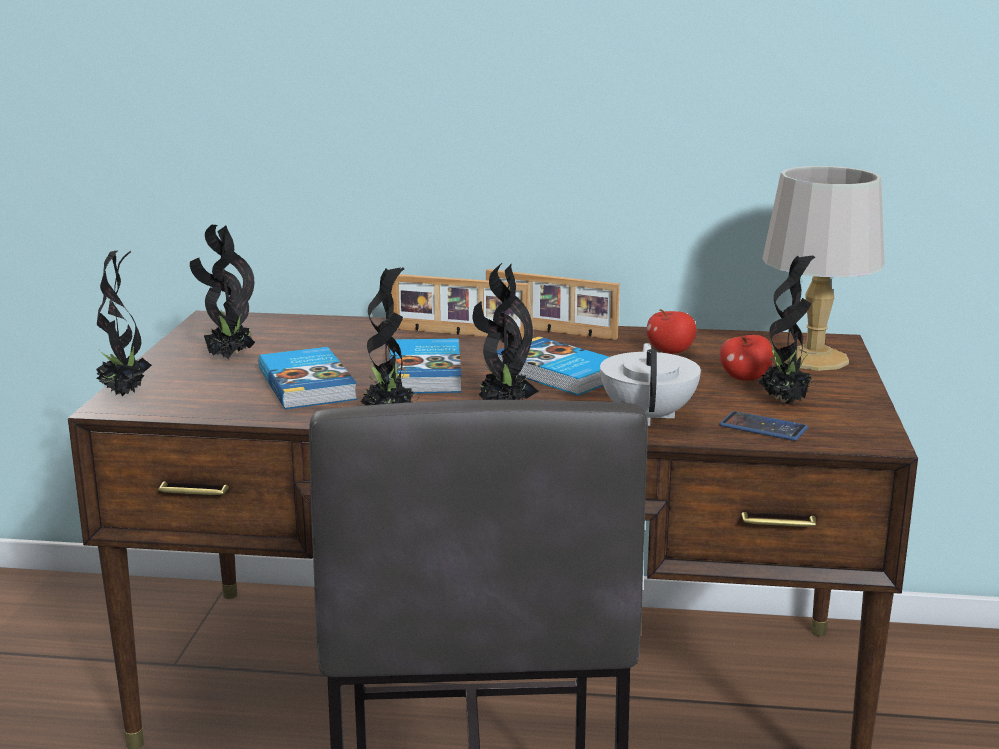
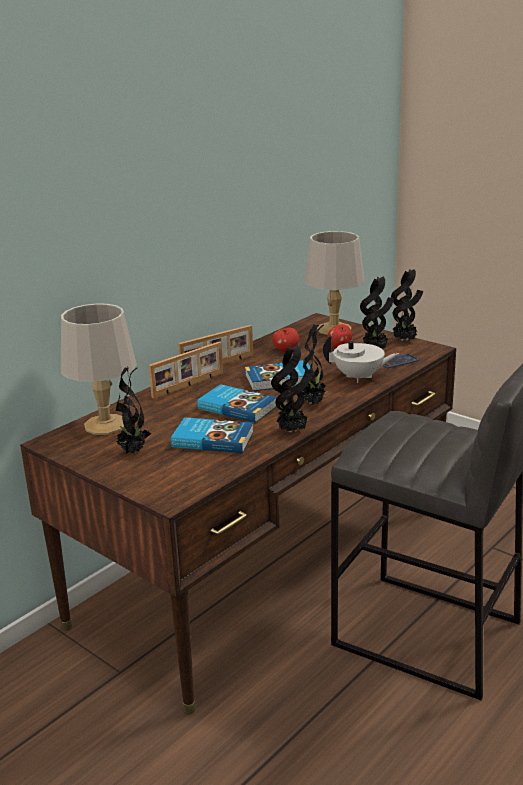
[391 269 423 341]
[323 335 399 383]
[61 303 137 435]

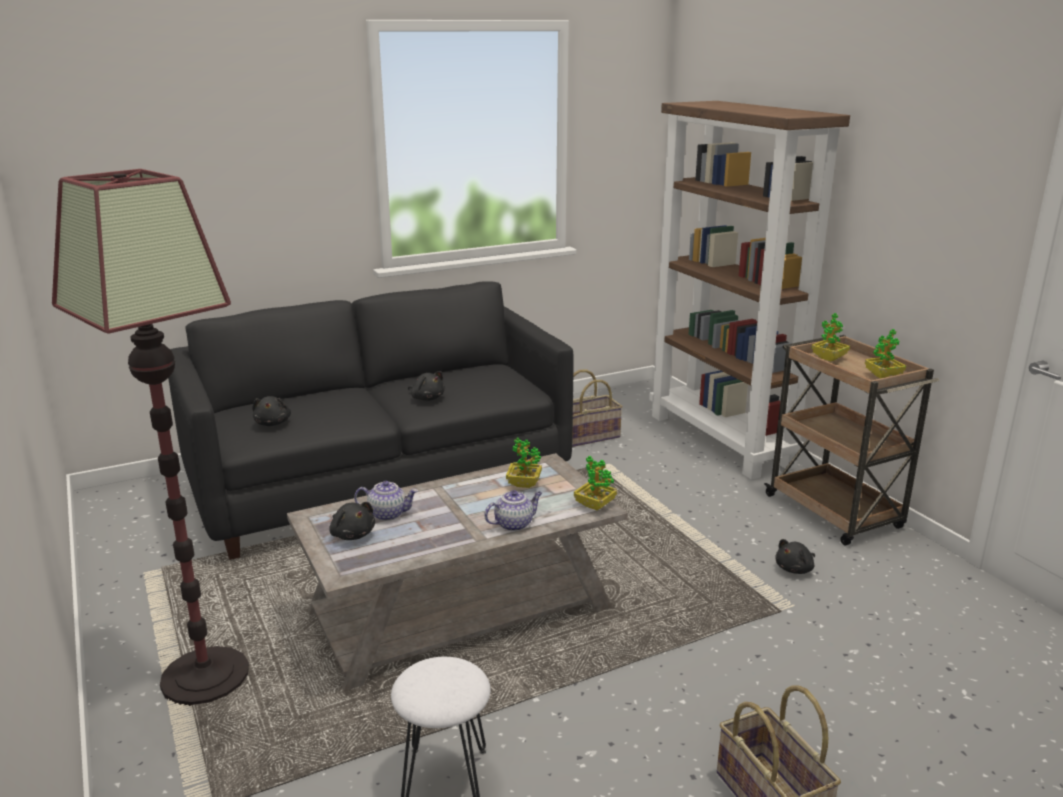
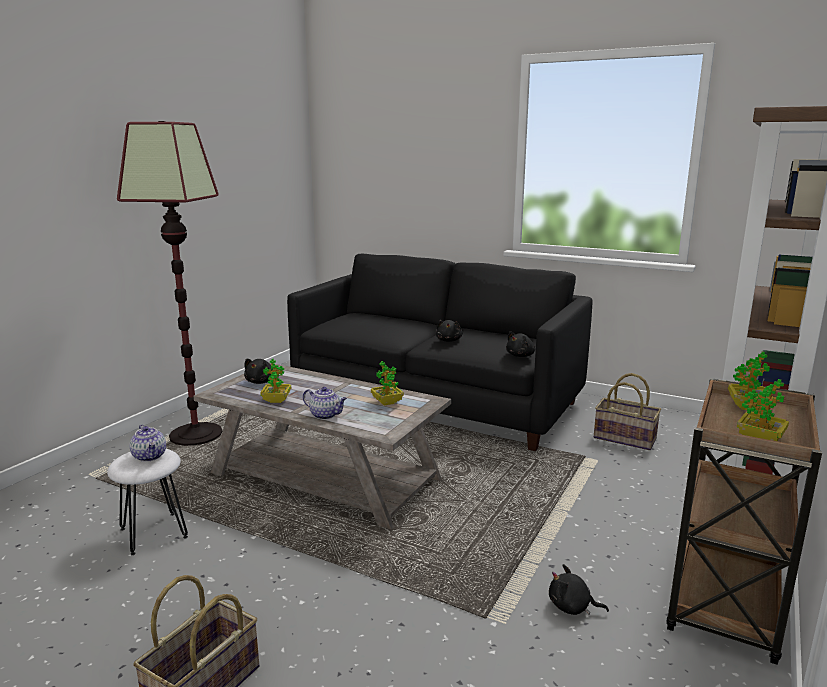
[506 331 535 357]
[130 425 166 462]
[260 359 291 403]

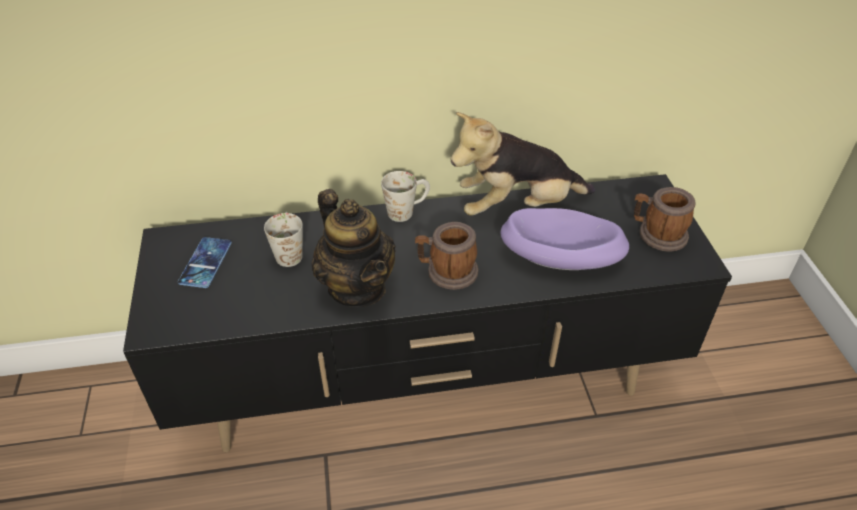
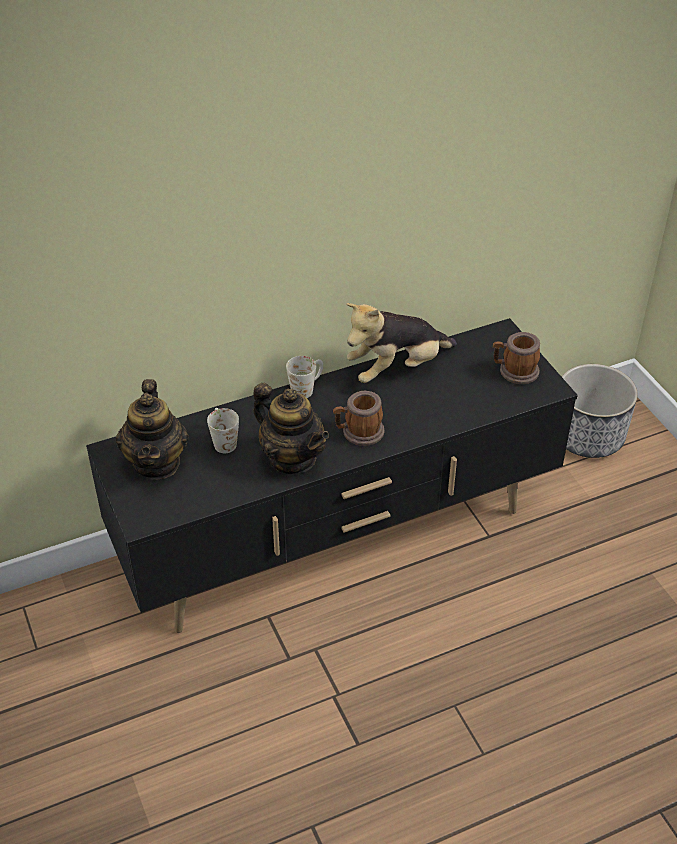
[116 379 189 480]
[501 208 629 270] (first image)
[562 364 638 458]

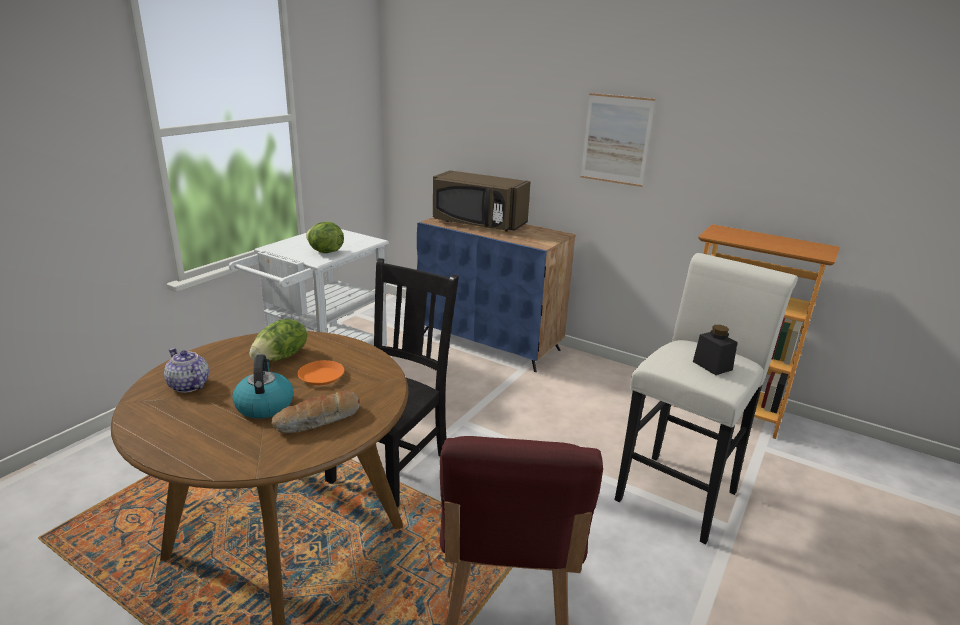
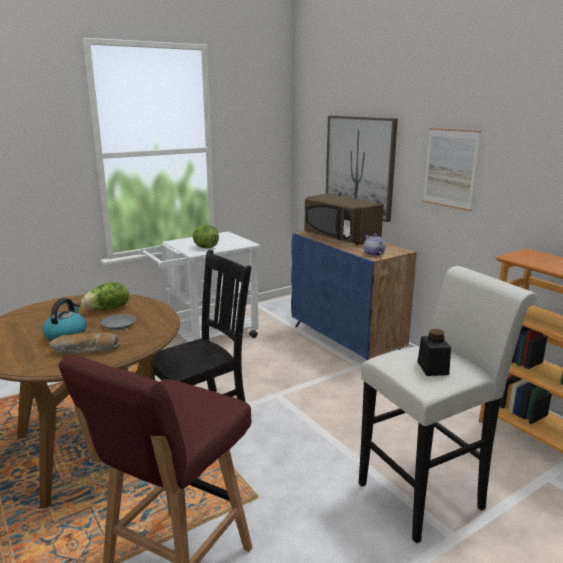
[364 234 385 256]
[101 314 136 330]
[326 116 398 222]

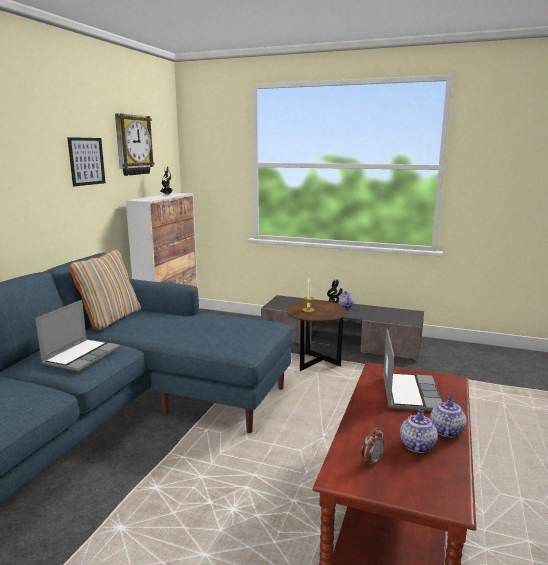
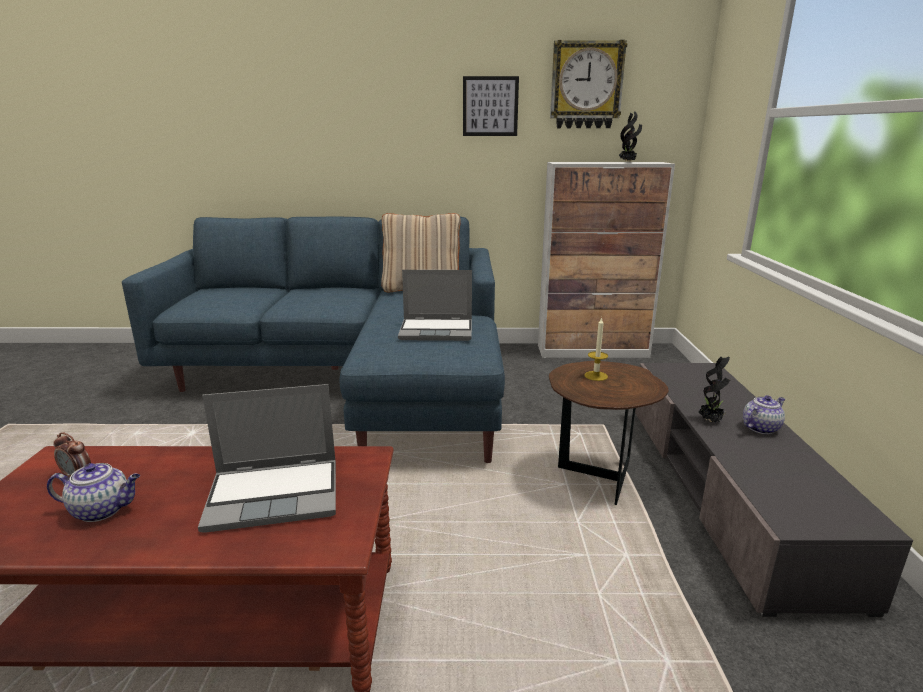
[398 270 472 341]
[430 396 466 437] (first image)

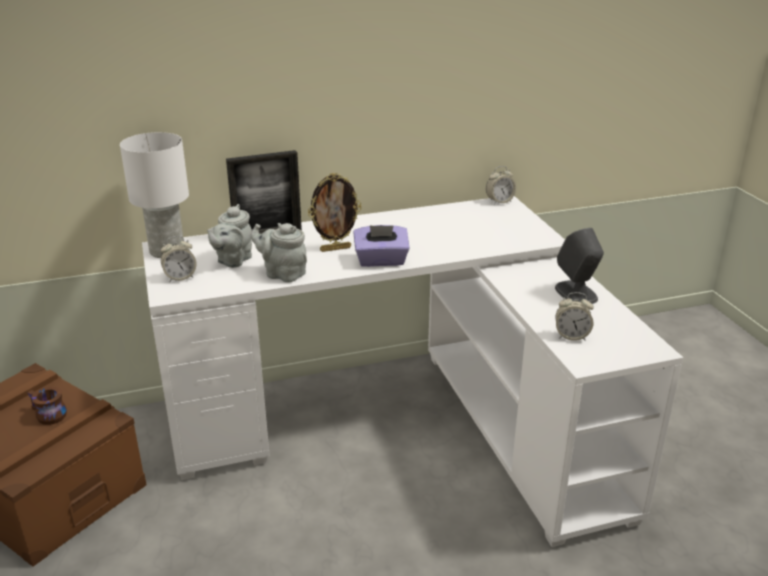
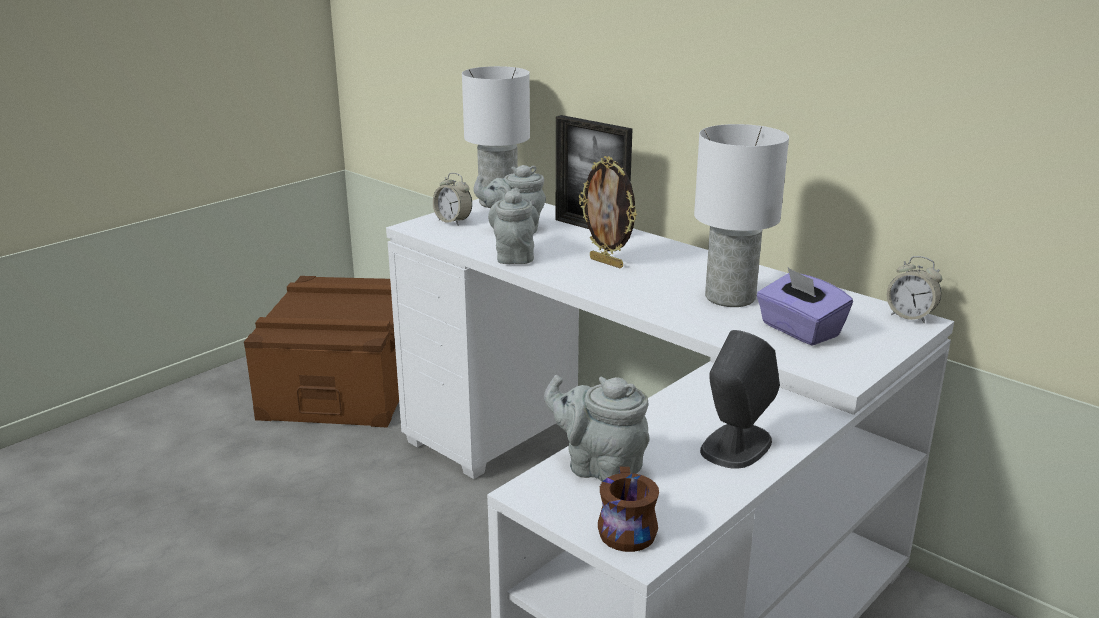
[598 467 659 552]
[756 268 853 346]
[544 375 650 482]
[694 124 789 307]

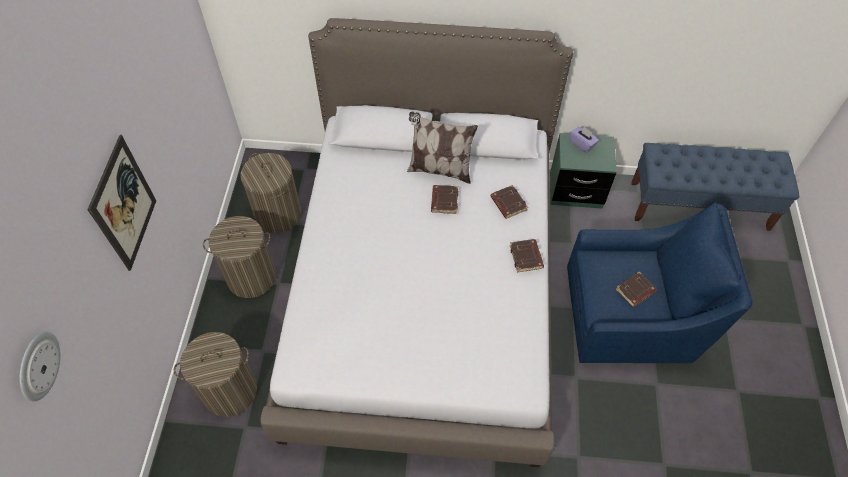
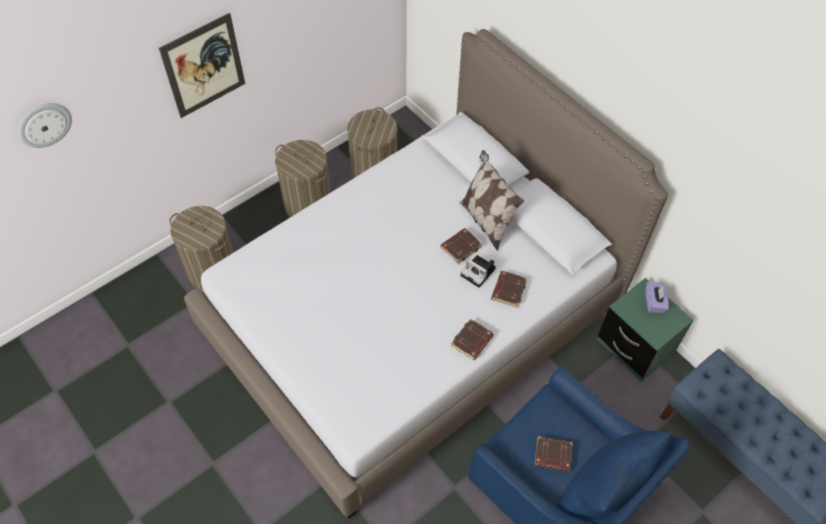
[461 255 496 288]

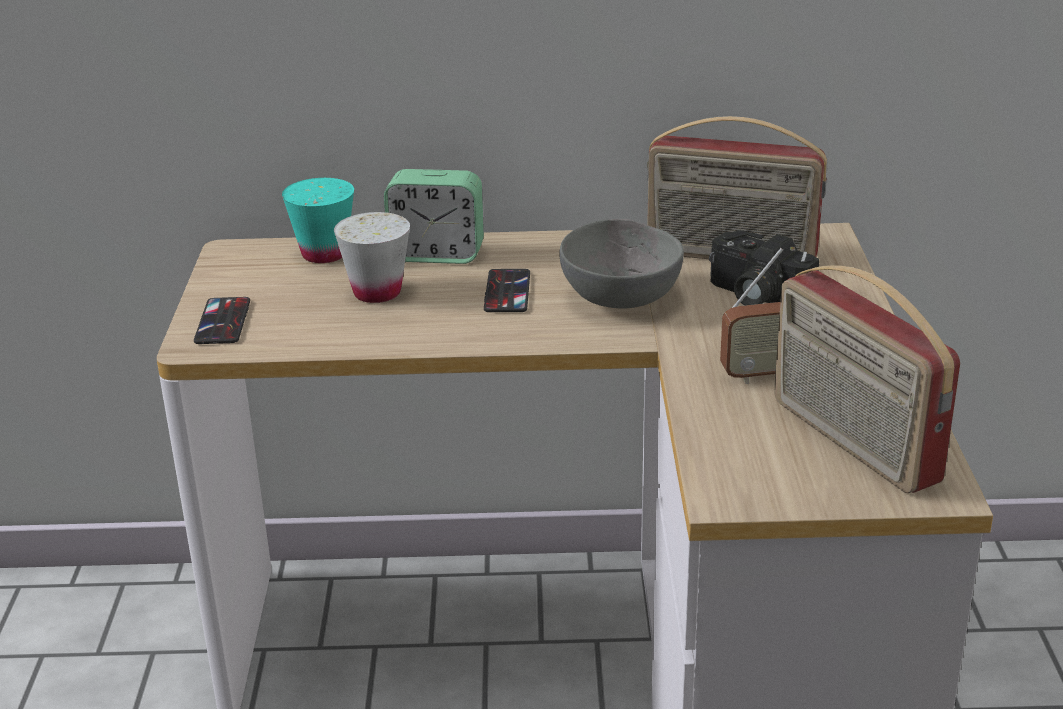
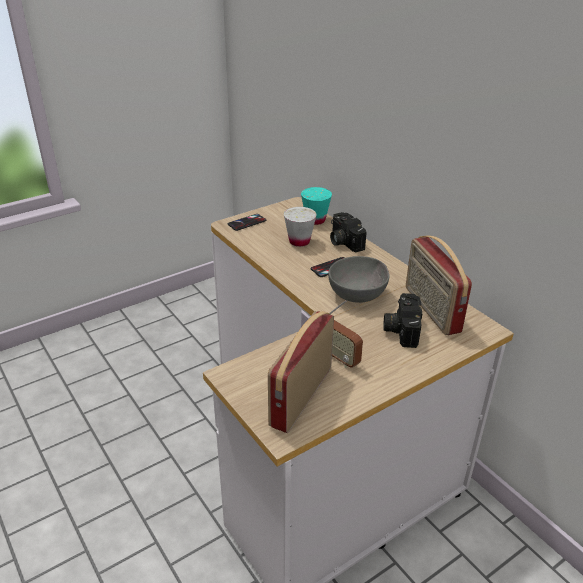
[330 212 366 252]

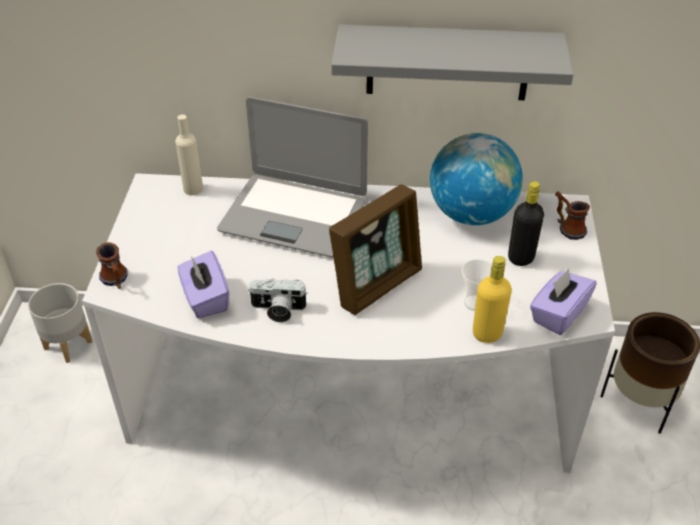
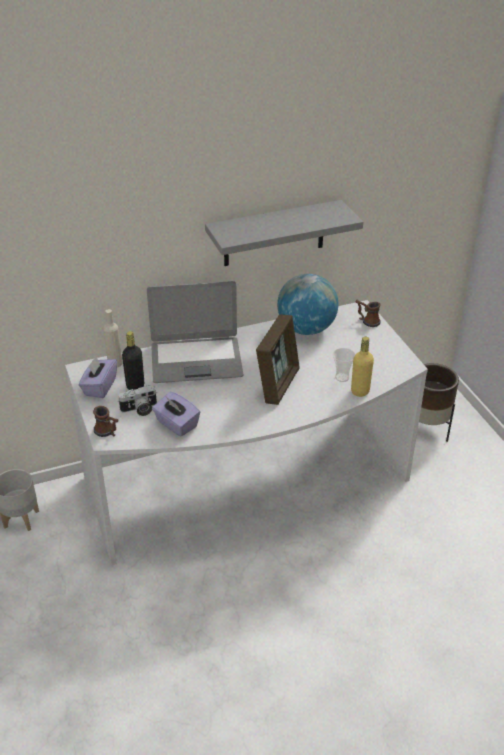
[118 385 157 416]
[122 331 144 390]
[79 356 117 398]

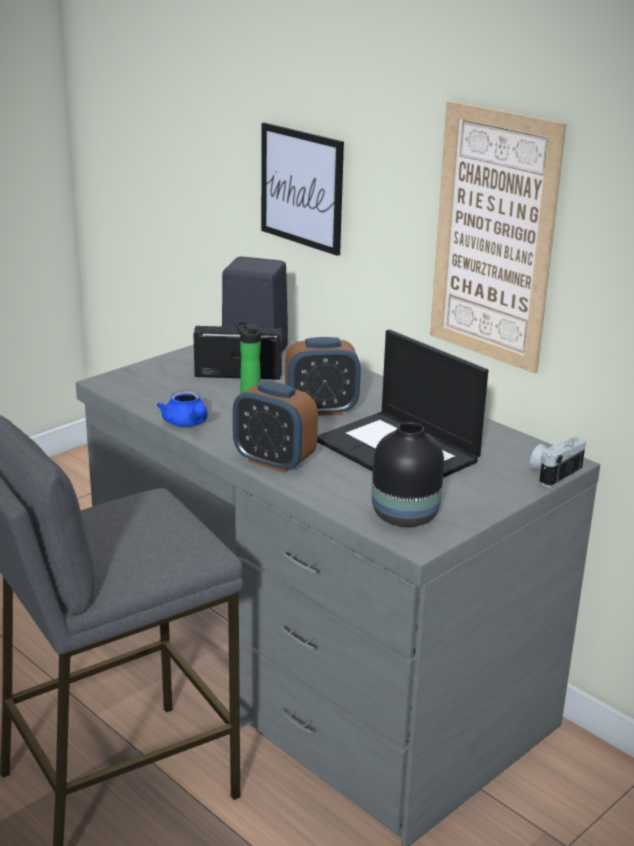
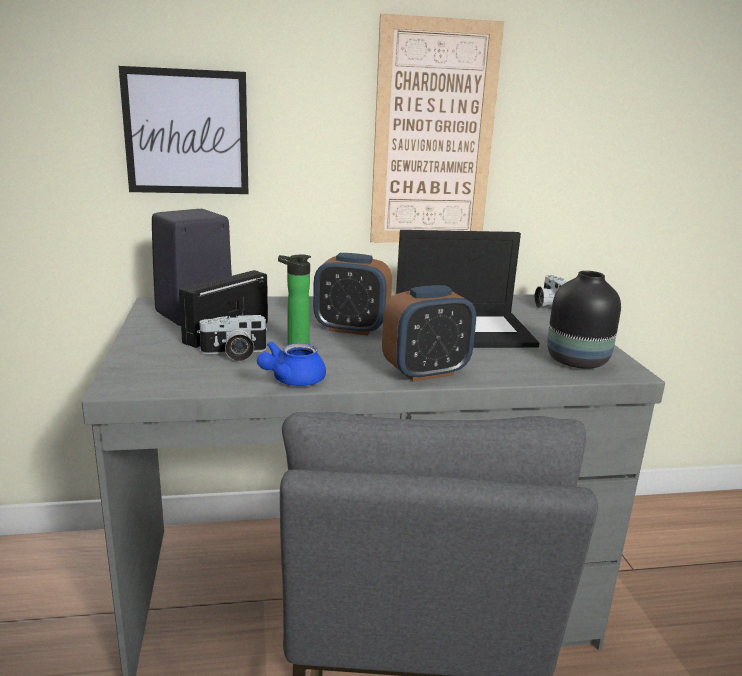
[257 341 326 386]
[313 253 392 336]
[197 315 268 361]

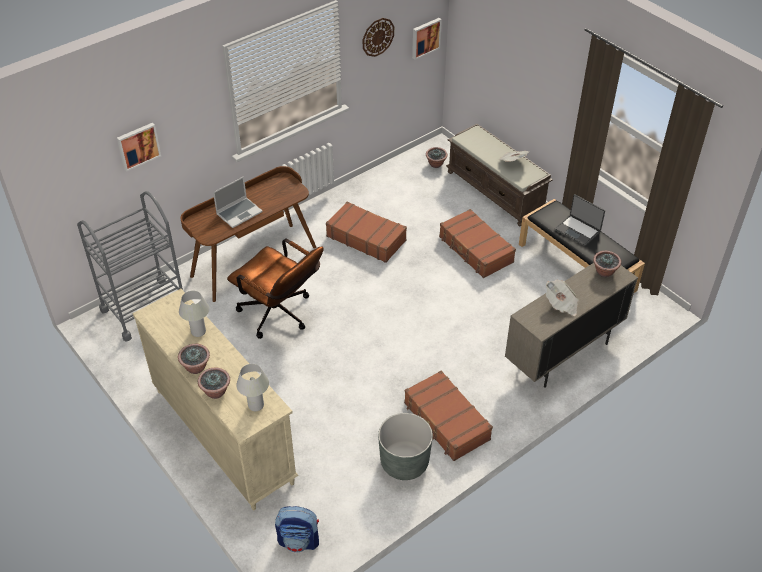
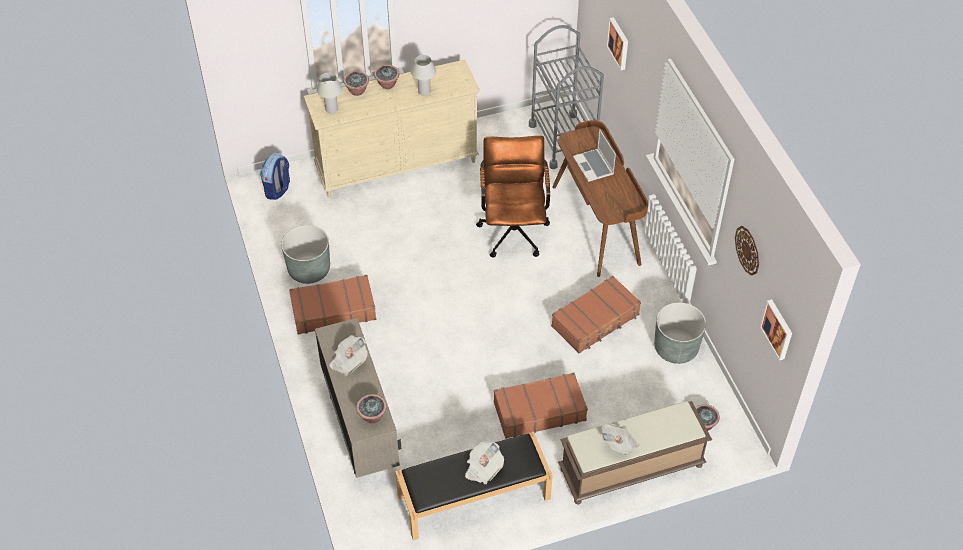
[476 136 550 257]
[465 442 504 484]
[654 302 706 364]

